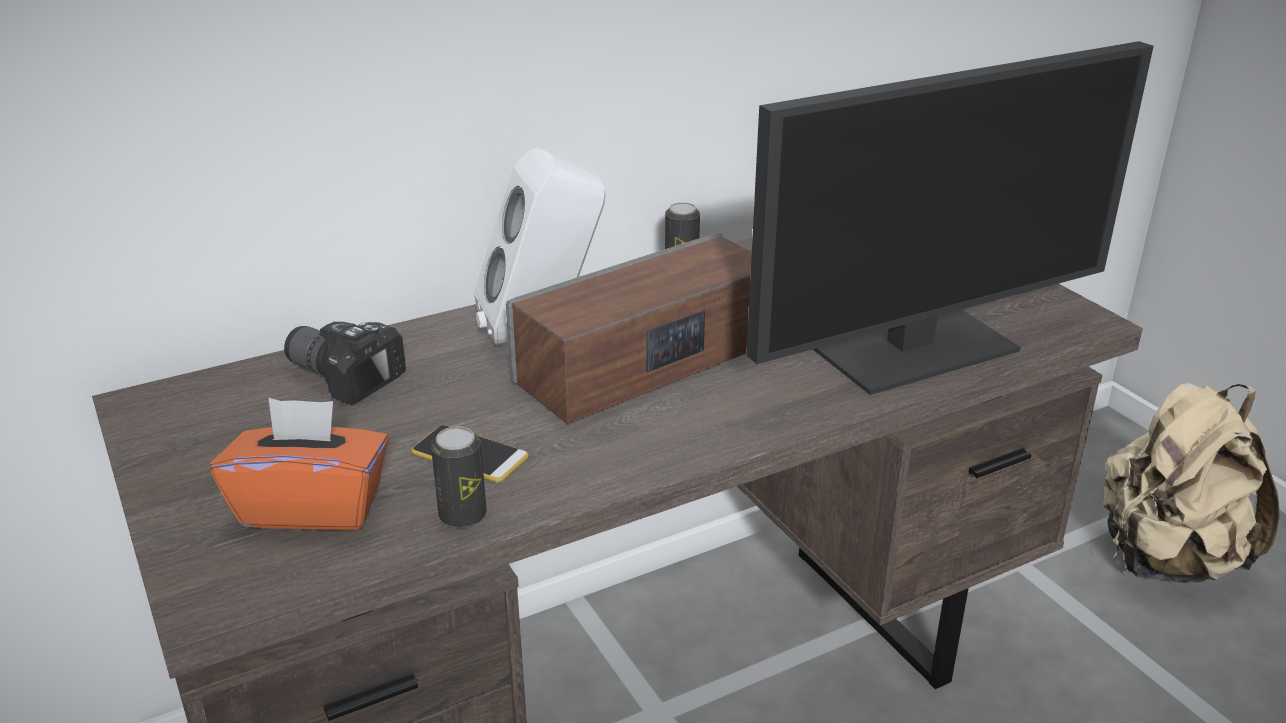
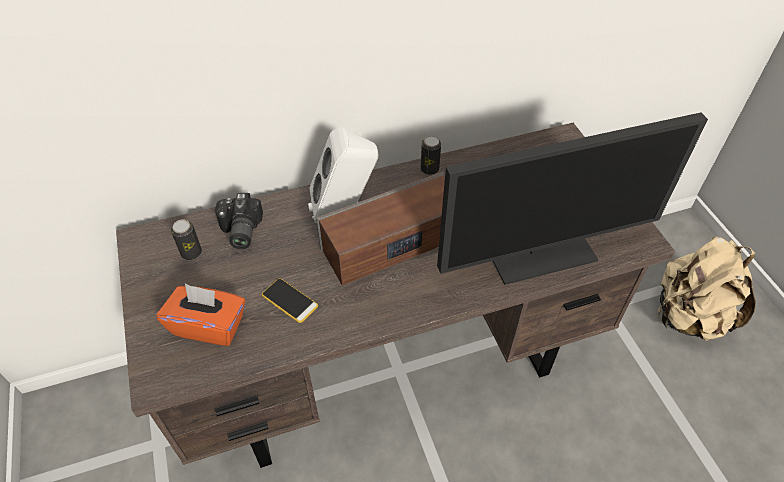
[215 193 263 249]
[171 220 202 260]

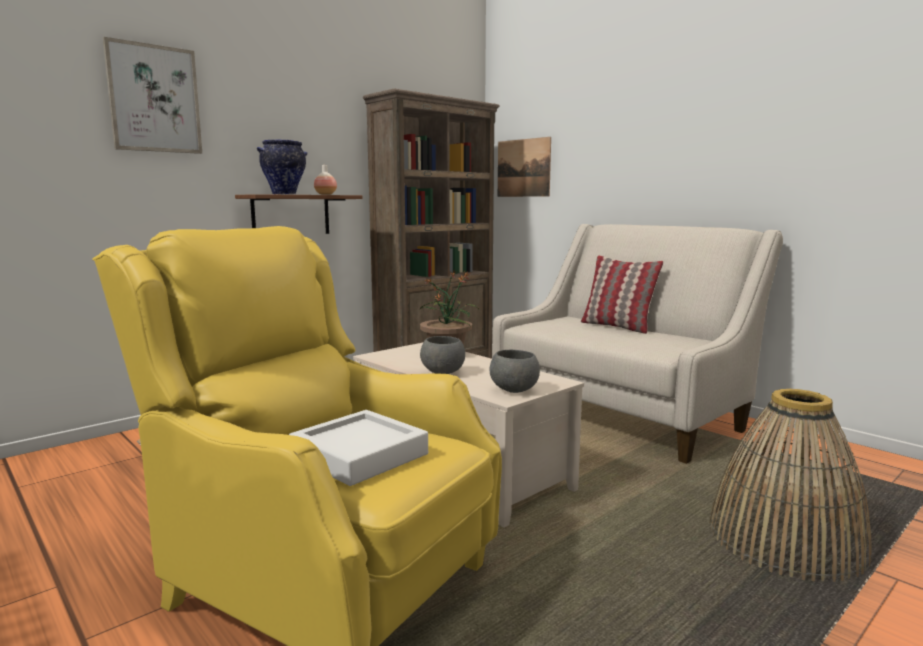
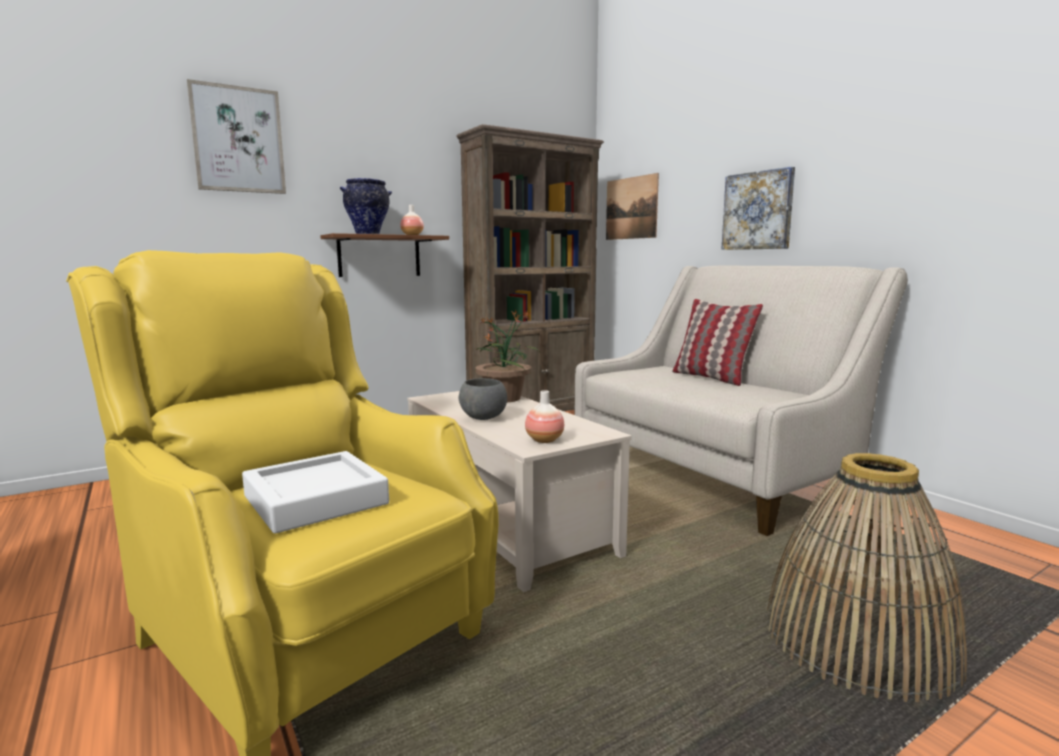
[525 390 564 443]
[721 167 795 250]

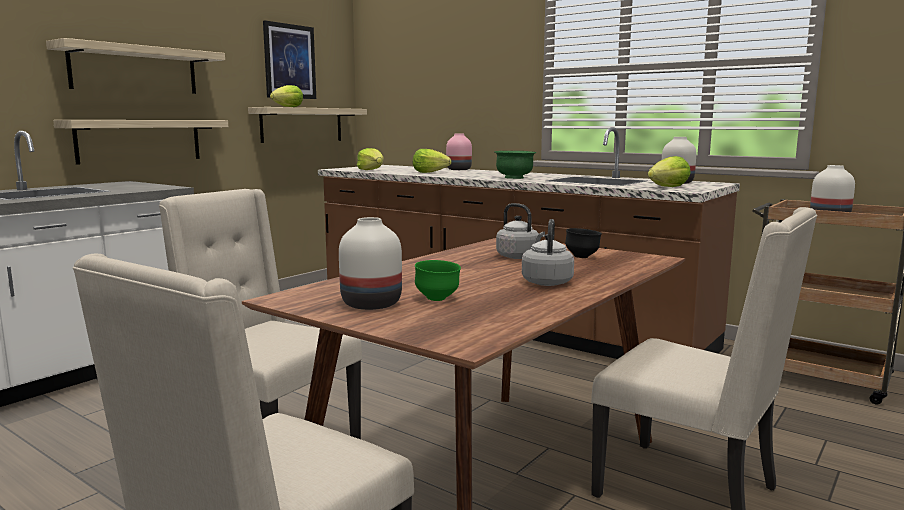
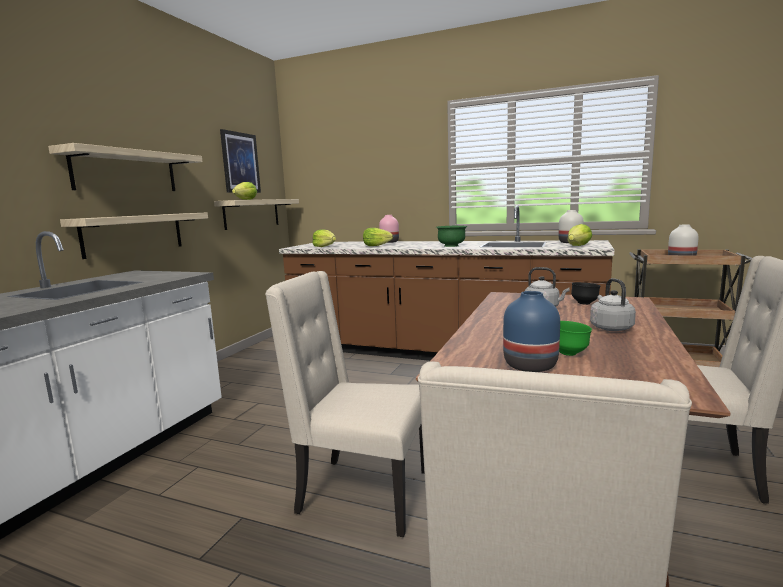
[503 291 560 372]

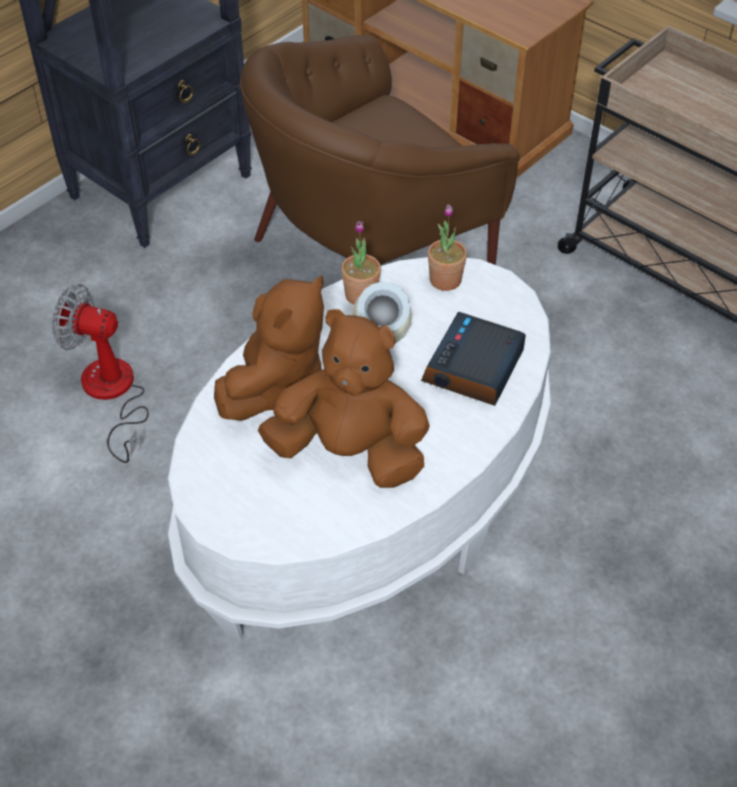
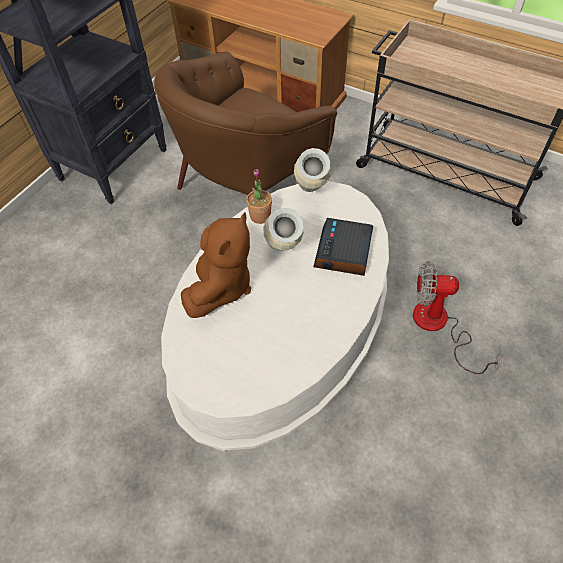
[413 261 501 374]
[258 309 430 488] (first image)
[294 148 331 192]

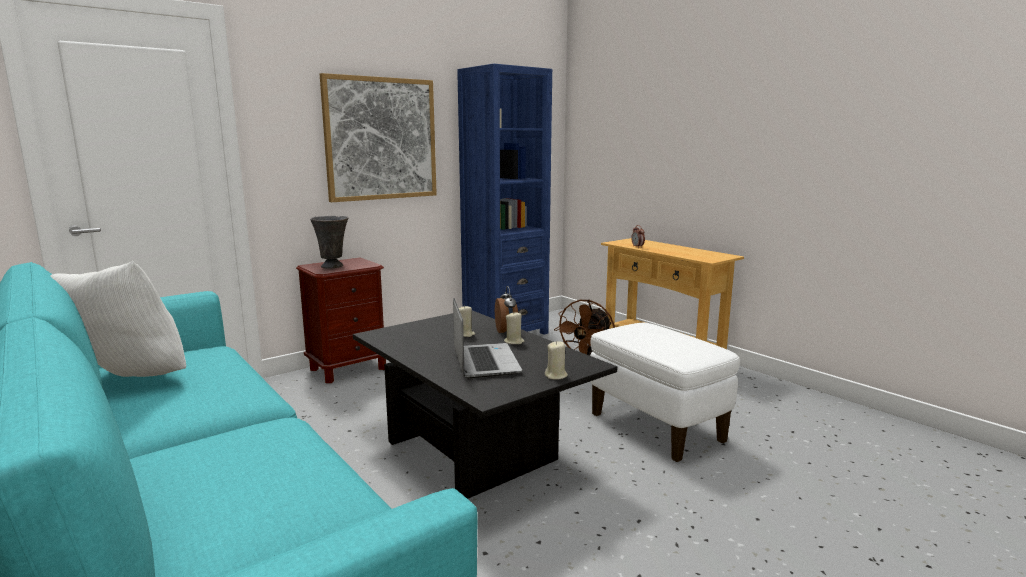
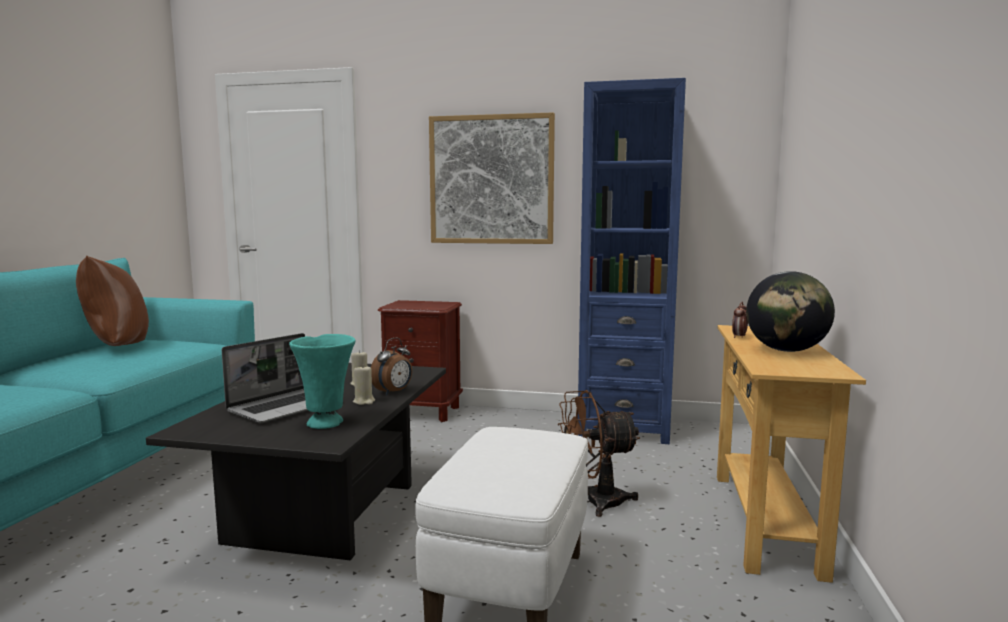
[76 256 149 346]
[310 216 348 269] (first image)
[545 341 568 379] (first image)
[289 334 356 429]
[746 271 835 352]

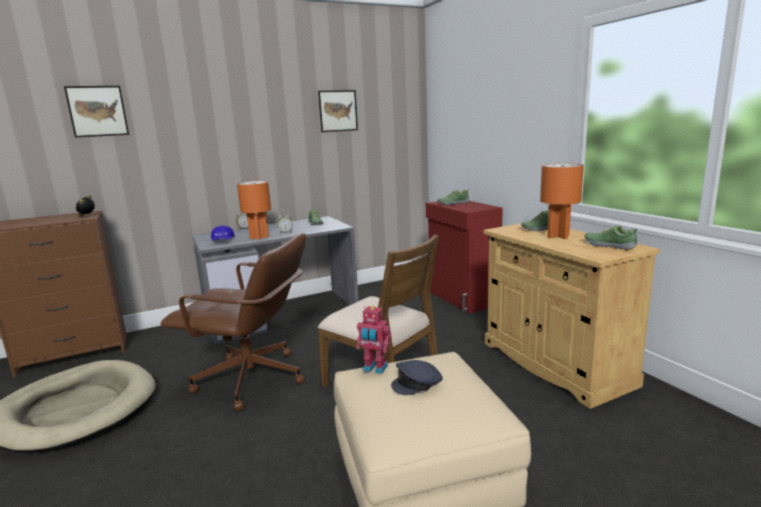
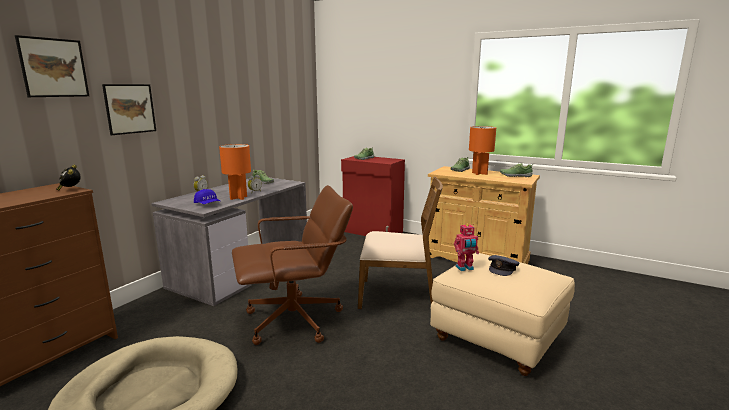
[102 84 156 135]

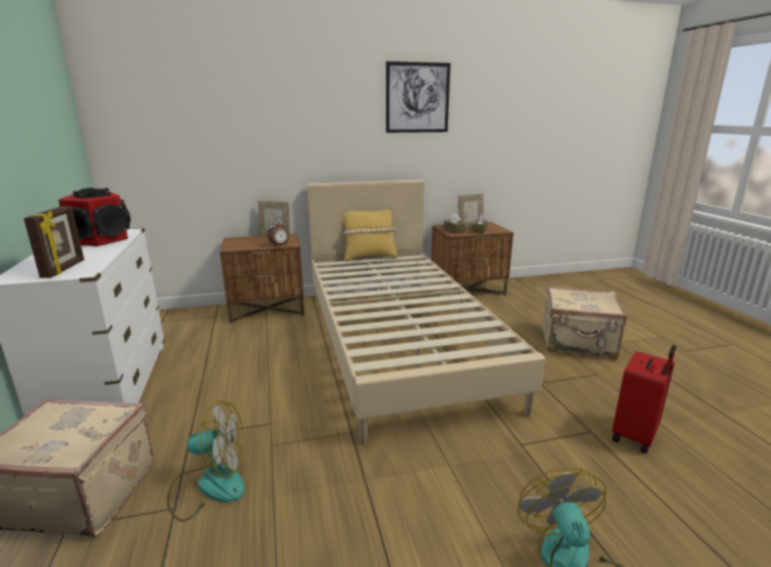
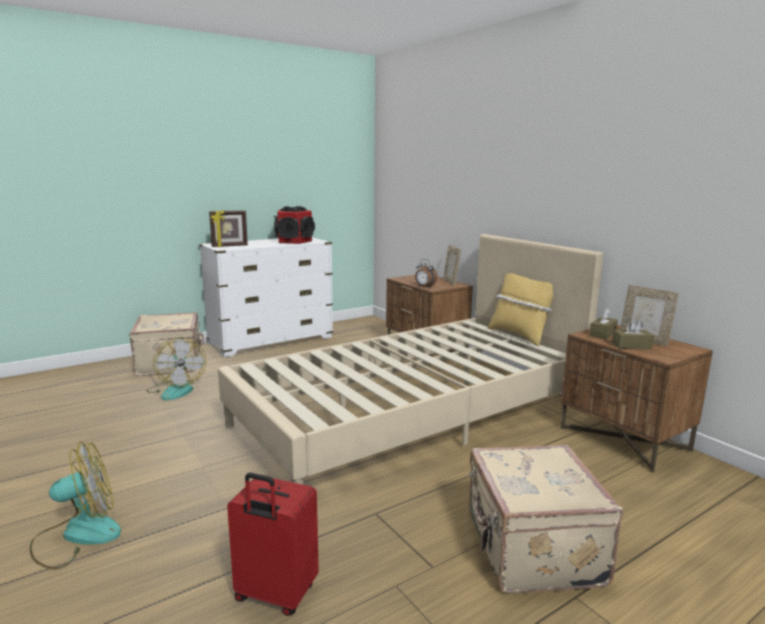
[386 61 451 133] (first image)

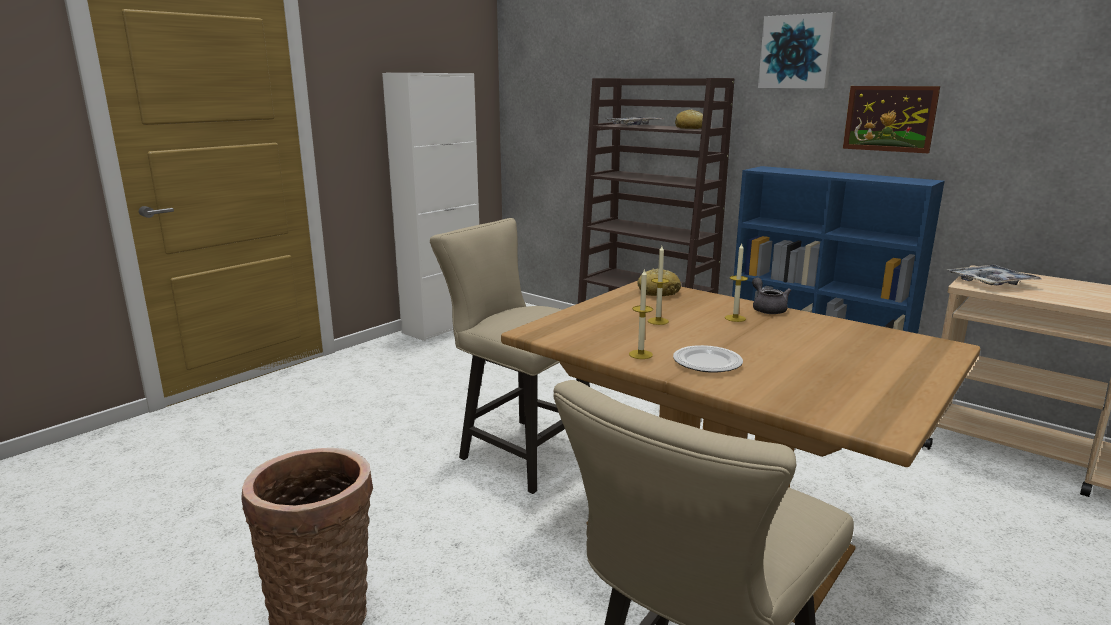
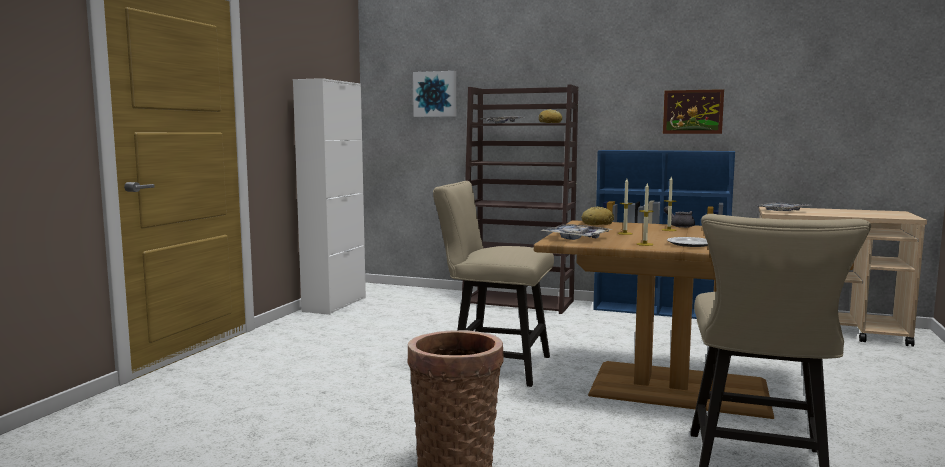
[413 71 456 117]
[541 224 612 240]

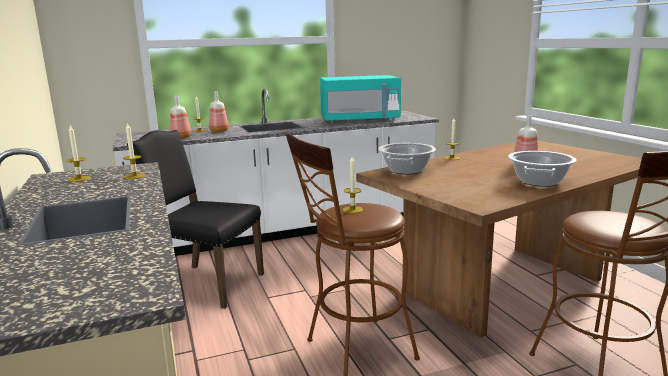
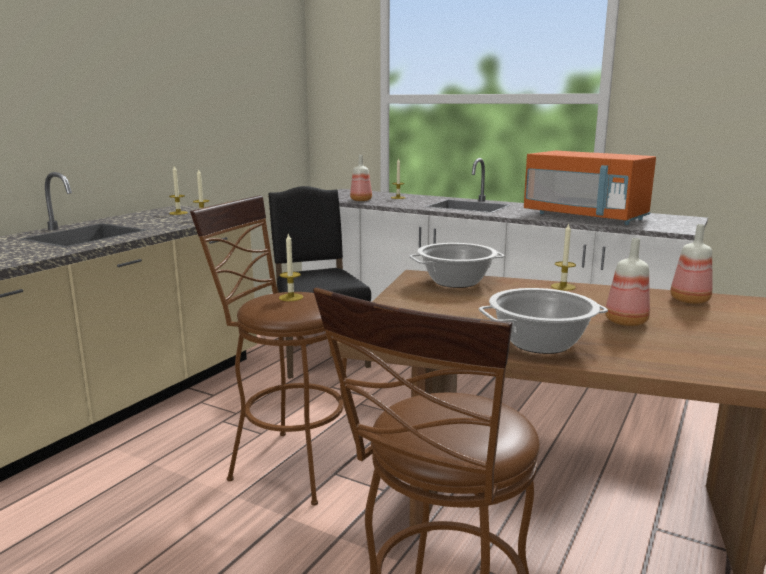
[670 224 712 304]
[524 151 656 225]

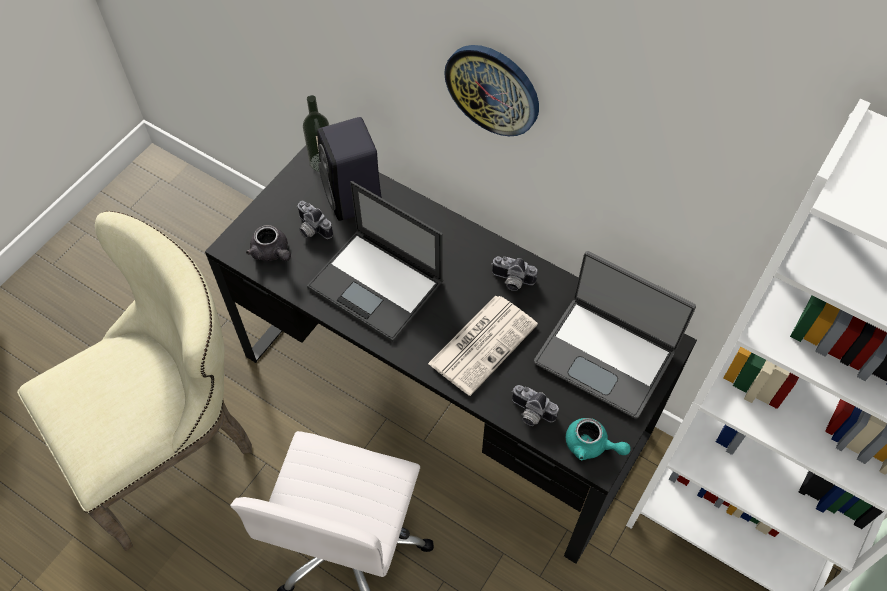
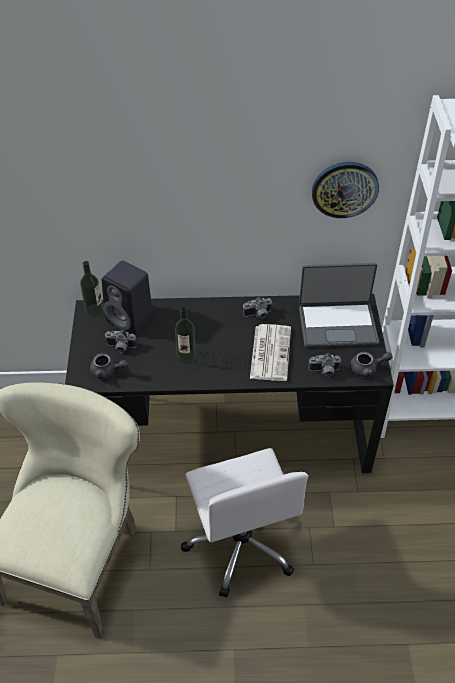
[175 307 196 363]
[312 162 379 218]
[350 352 393 377]

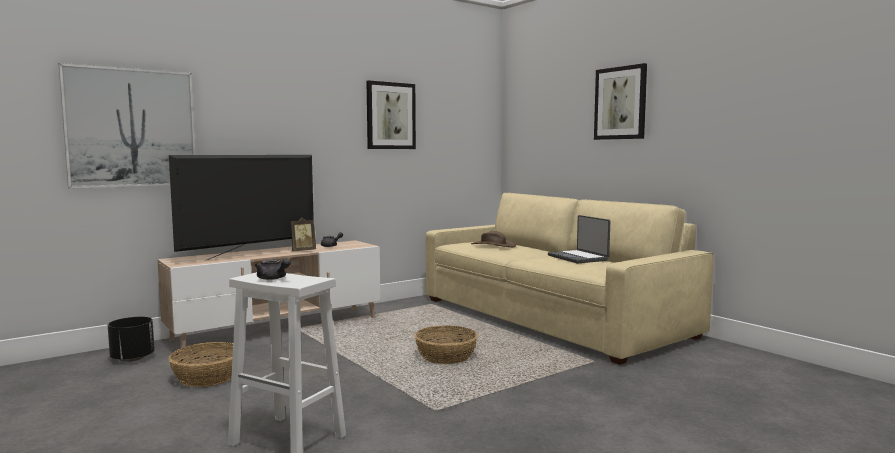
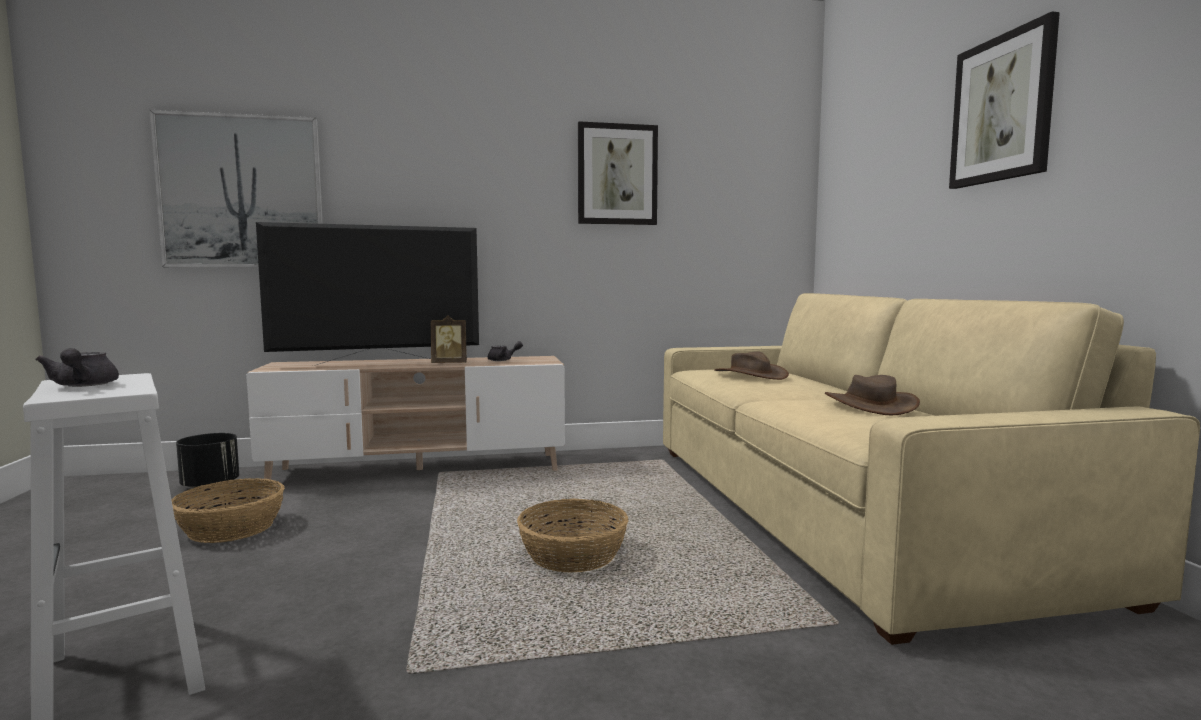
[825 375 920 415]

